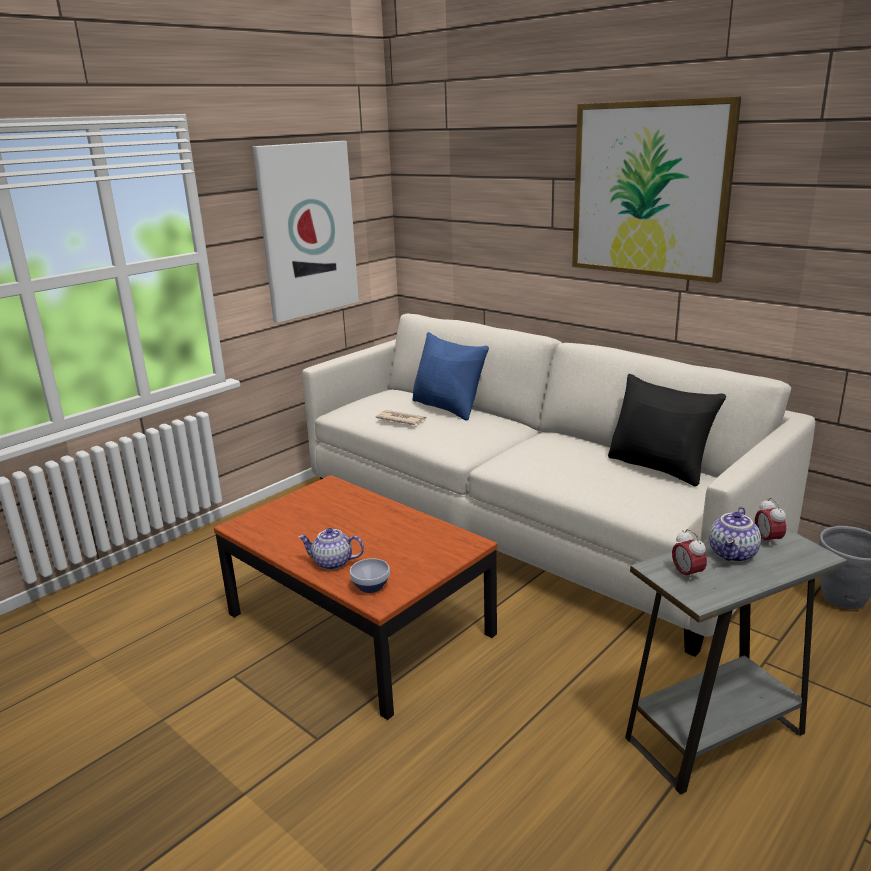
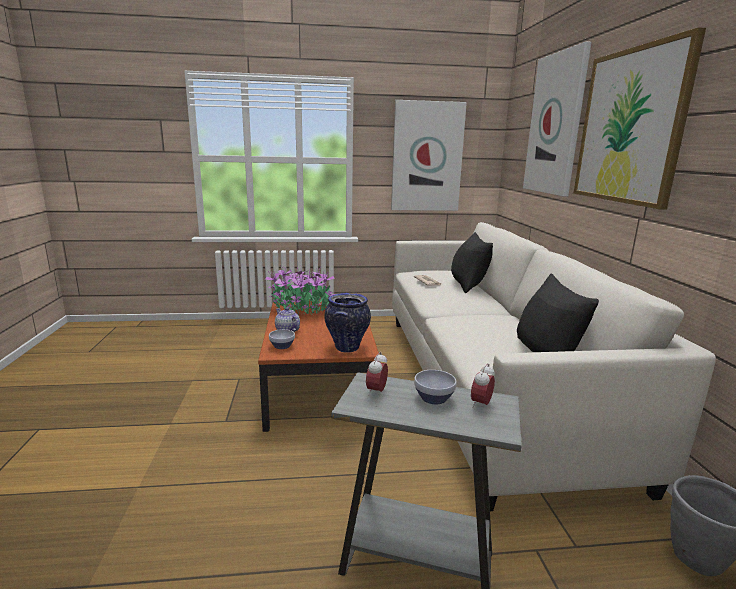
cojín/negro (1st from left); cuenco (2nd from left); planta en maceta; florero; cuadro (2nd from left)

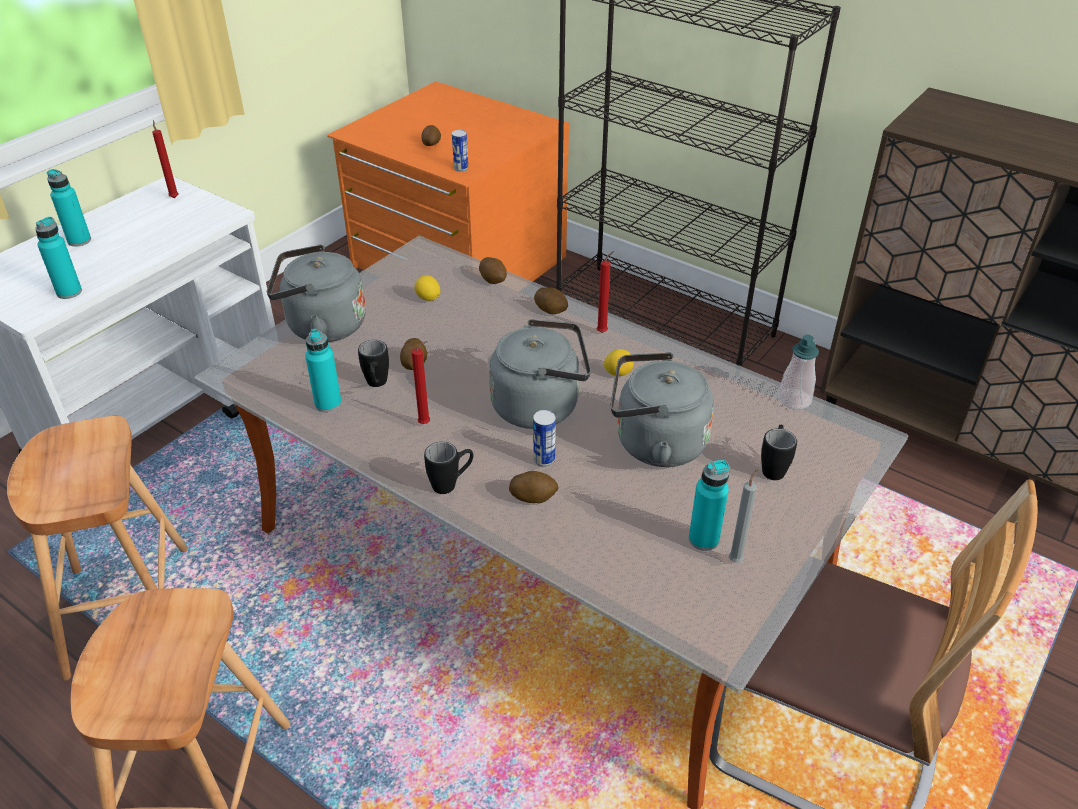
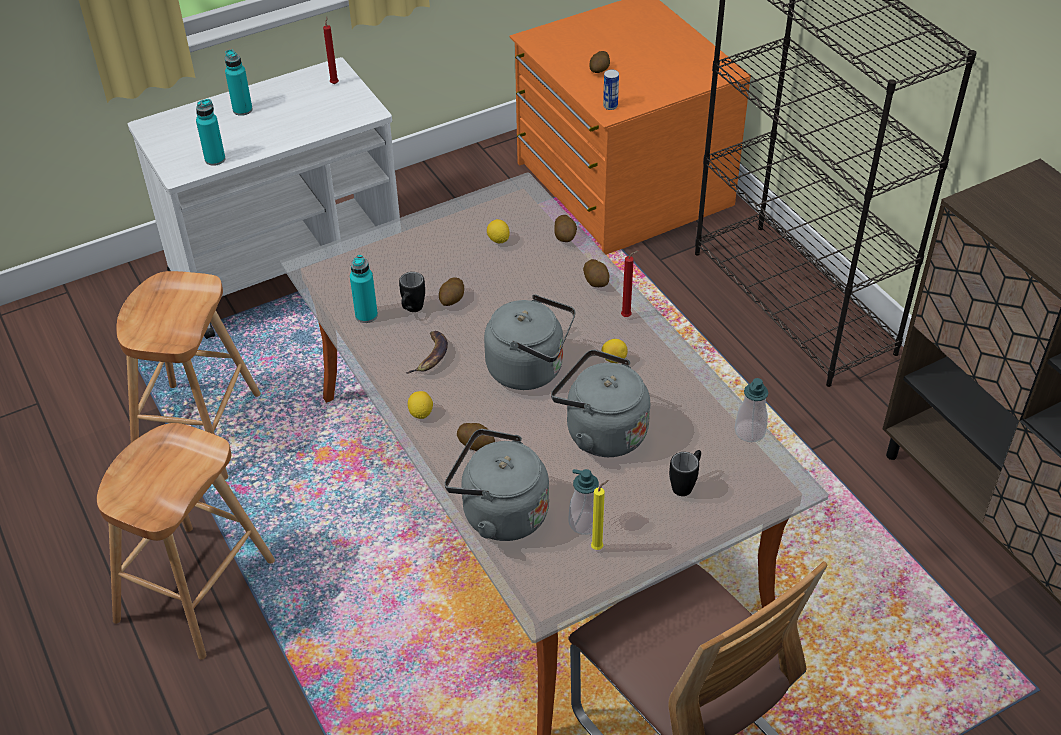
hervidor/gris (1st from left); plátano; limón (1st from left); lata (2nd from left in the first image); dispensador de jabón (1st from left); vela/amarillo

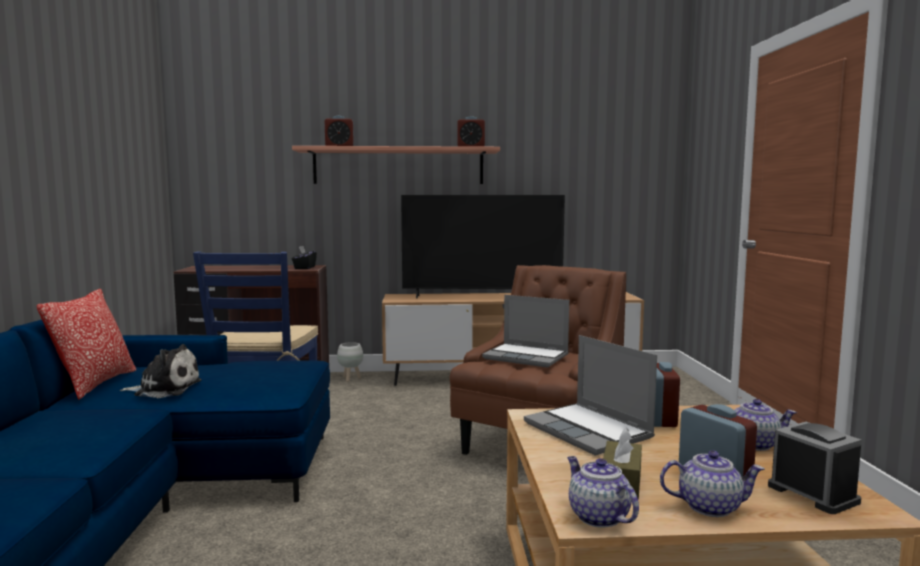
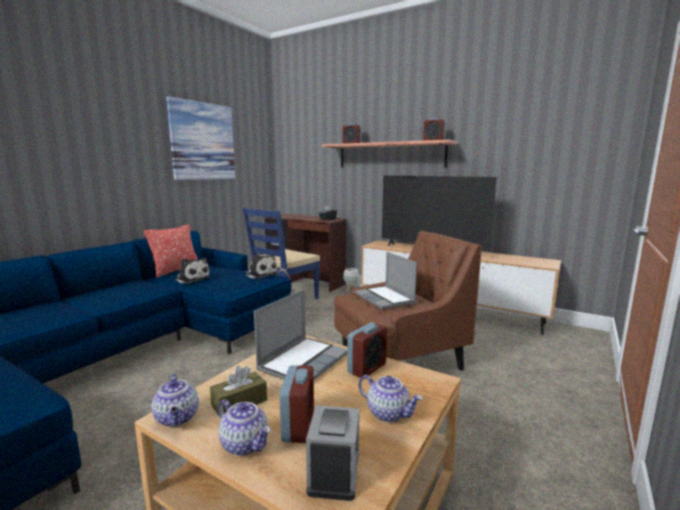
portátil (1st from left); tetera (1st from left); cuadro; peluche (2nd from left)

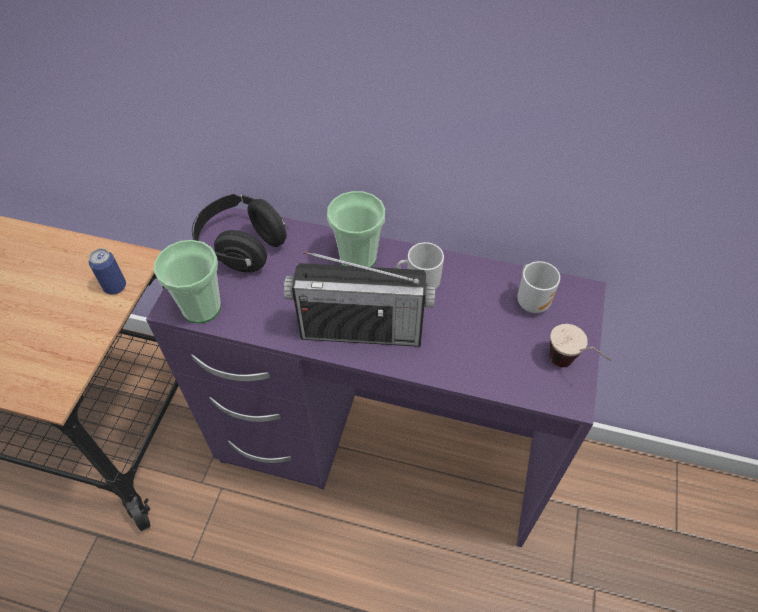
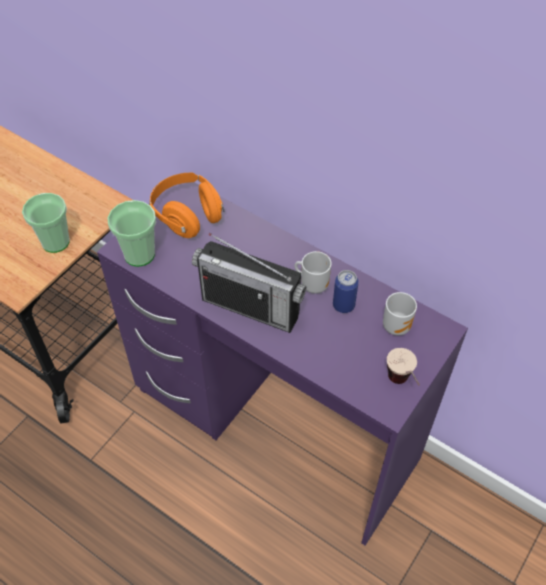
lata; auriculares/naranja; taza (1st from left)

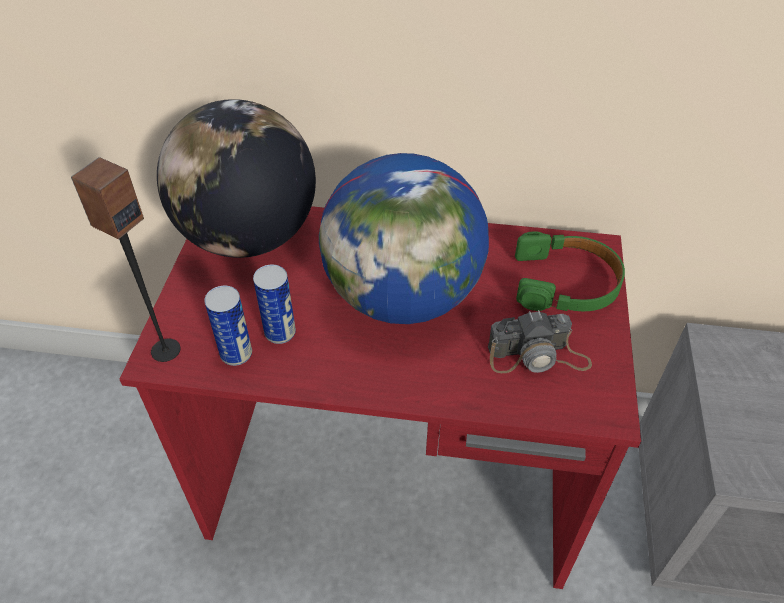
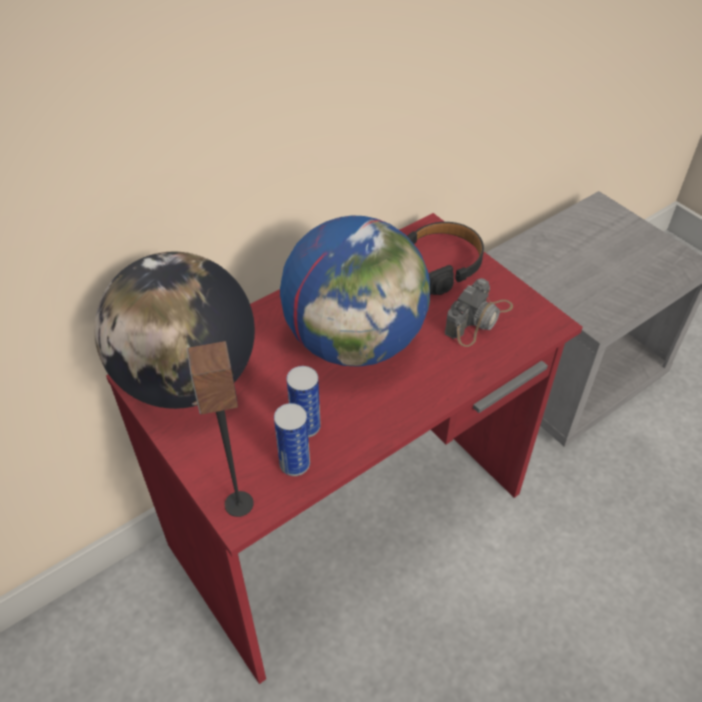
auriculares/negro

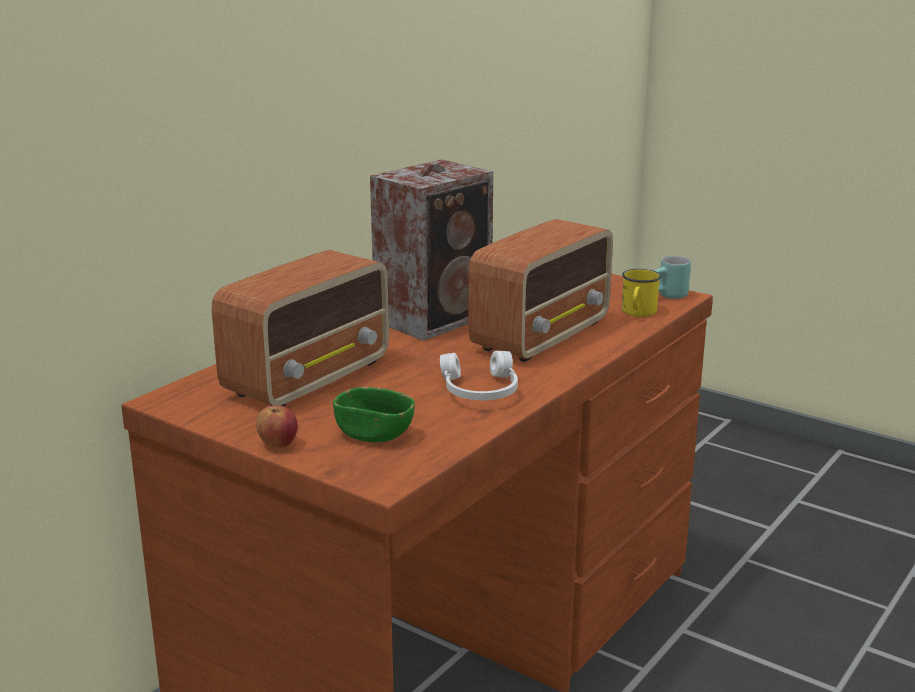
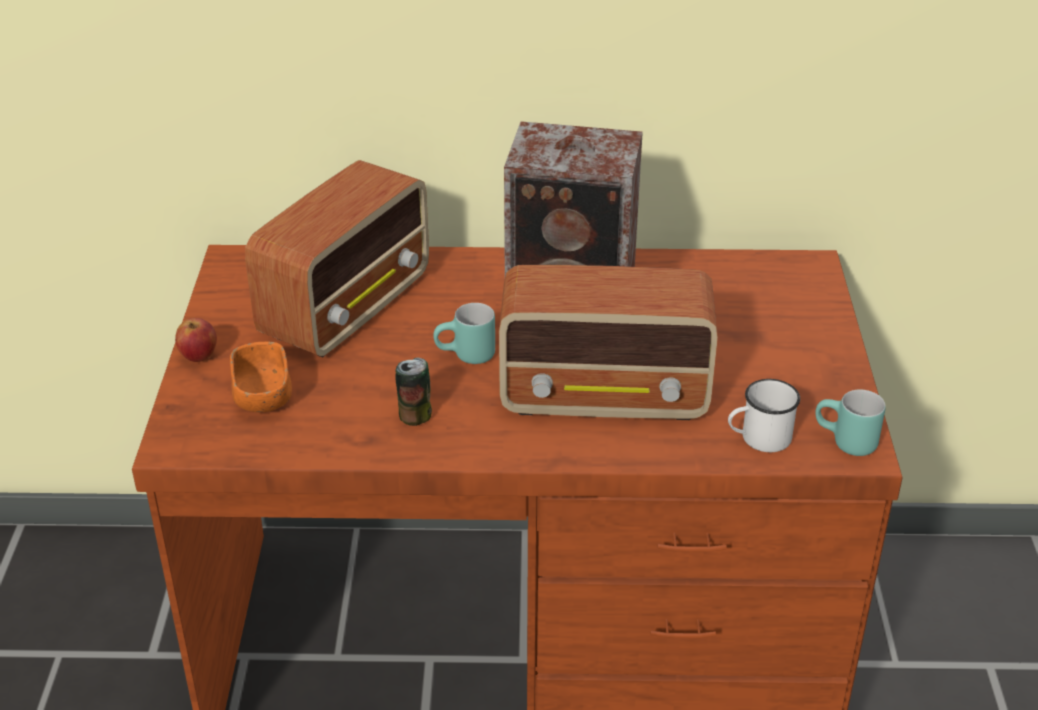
radio (1st from left); cuenco/naranja; lata; taza grande/blanco; taza grande/turquesa (1st from left)

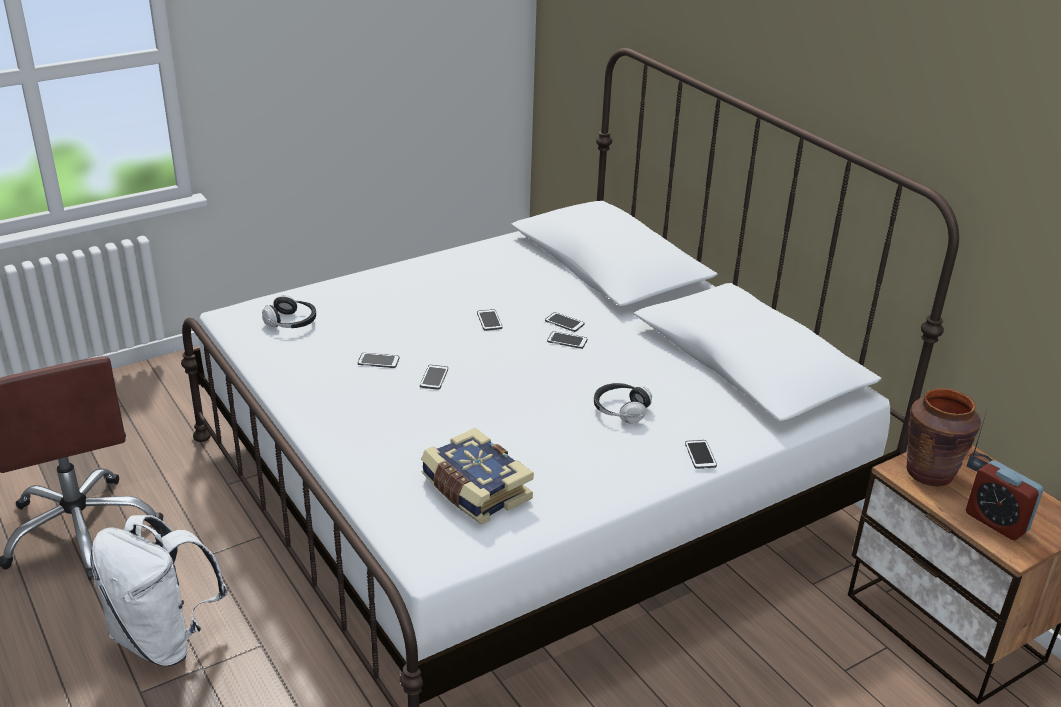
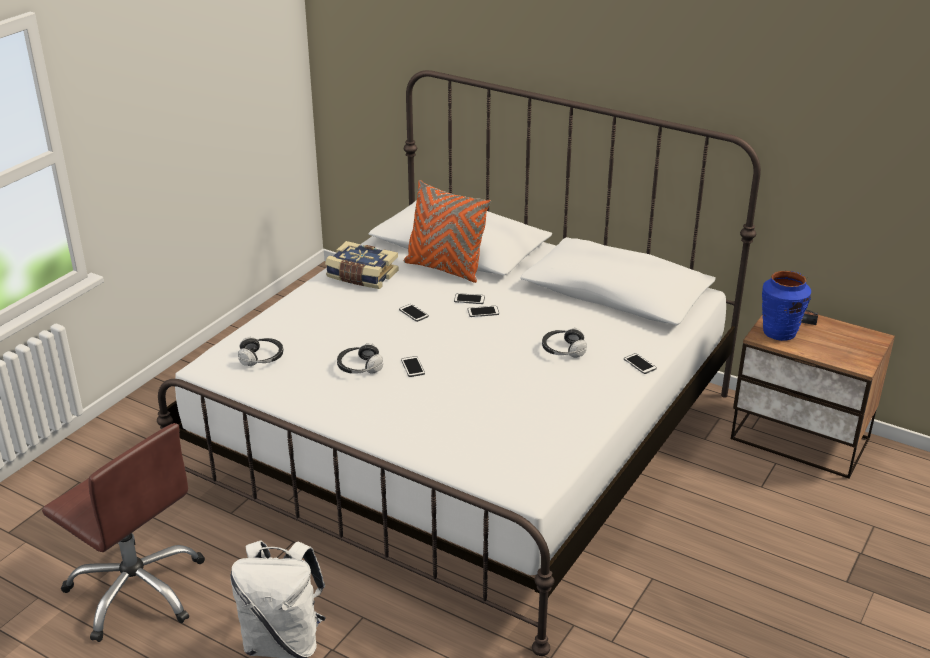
auriculares (2nd from left); libro; florero/azul; despertador; cojín/naranja

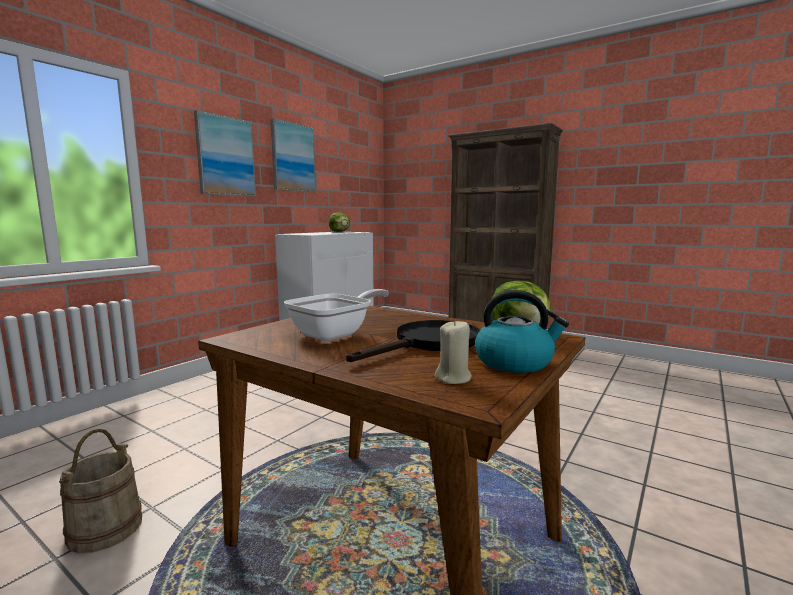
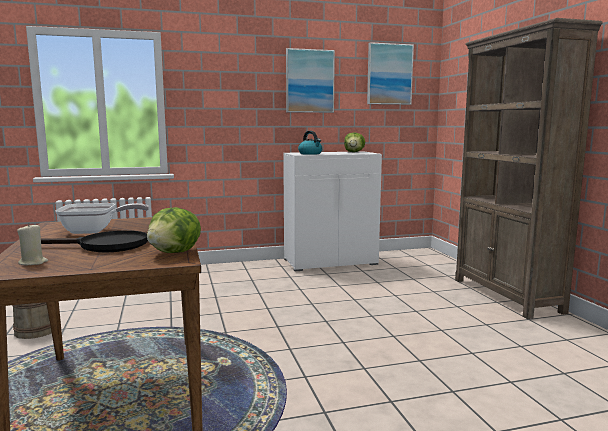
cuadro (2nd from left); hervidor

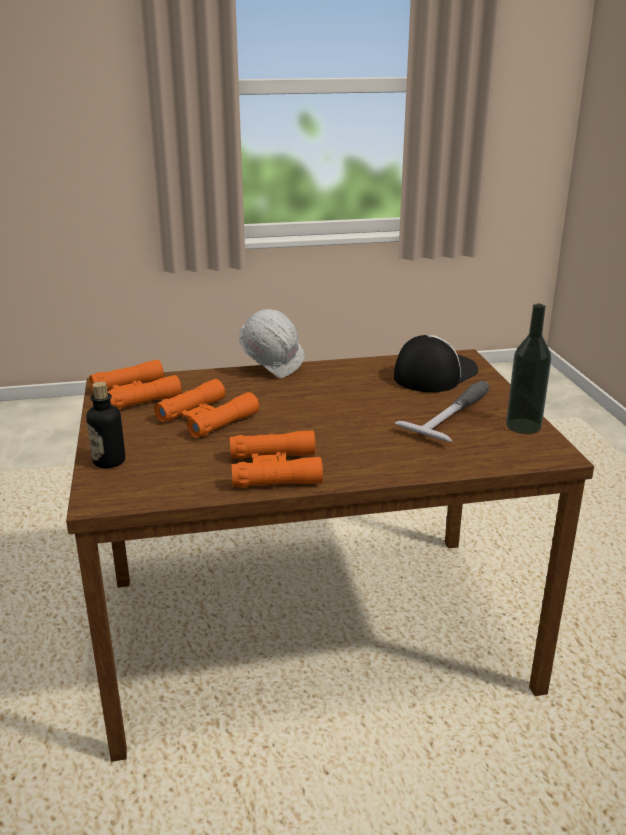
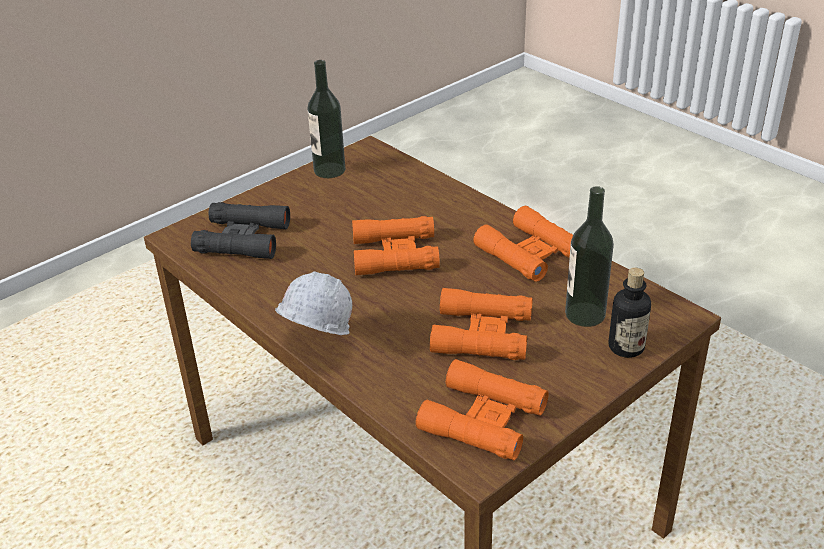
prismáticos/negro; martillo; prismáticos/naranja (1st from left); botella (2nd from left)

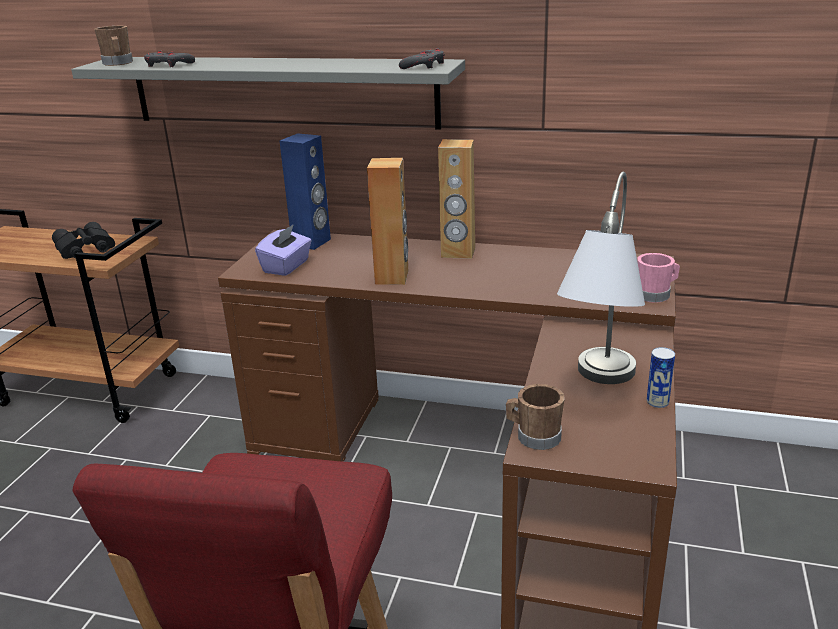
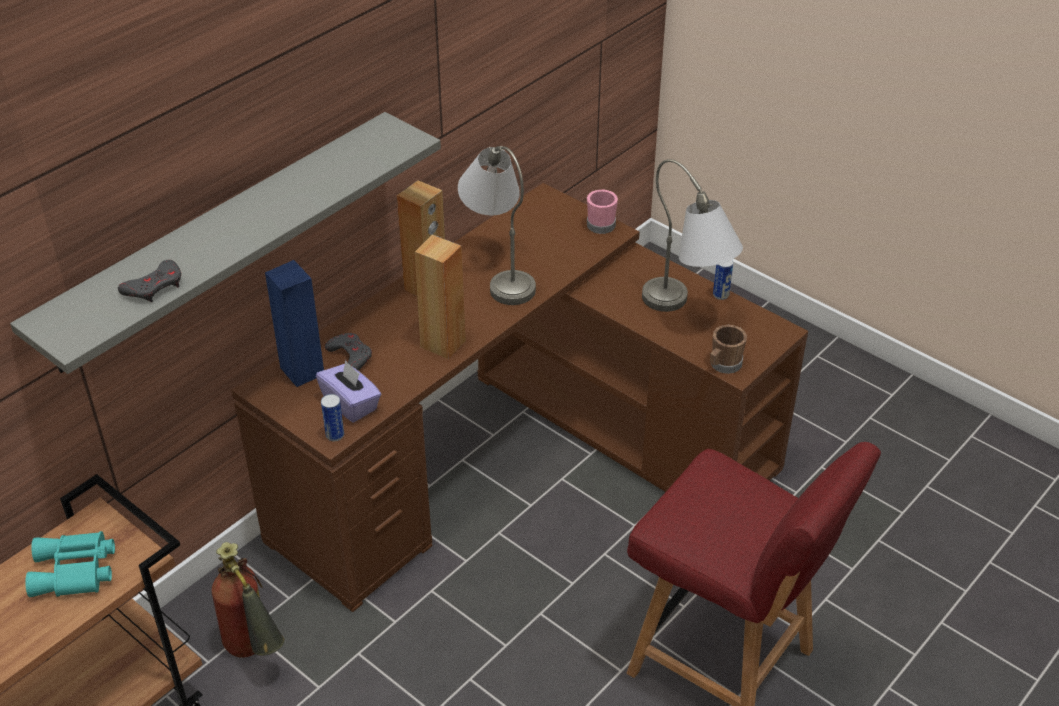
prismáticos/turquesa; taza grande/marrón (1st from left in the first image); mando de consola/gris (2nd from left); extintor; lata (1st from left); lámpara de mesa/gris (1st from left)

